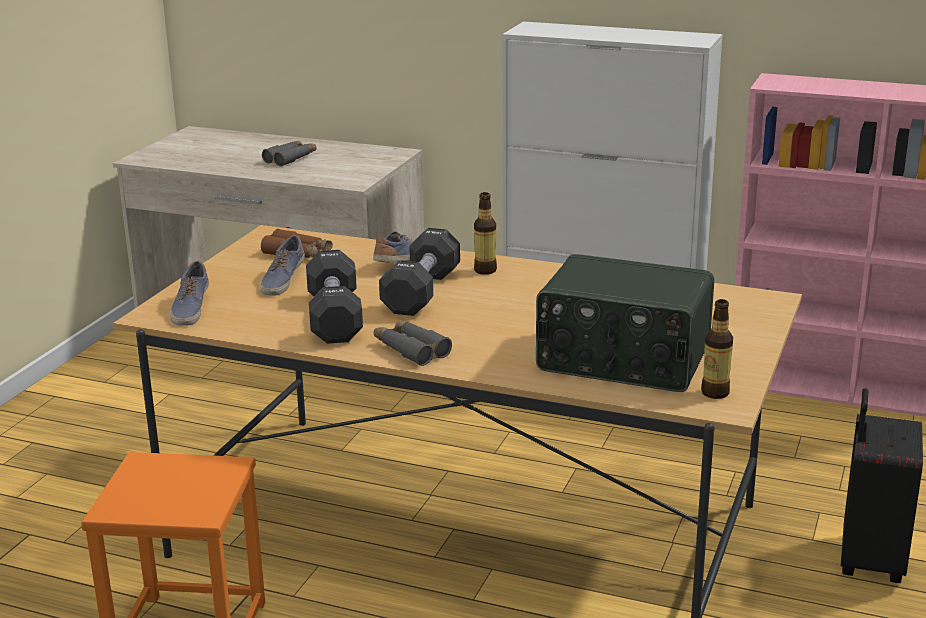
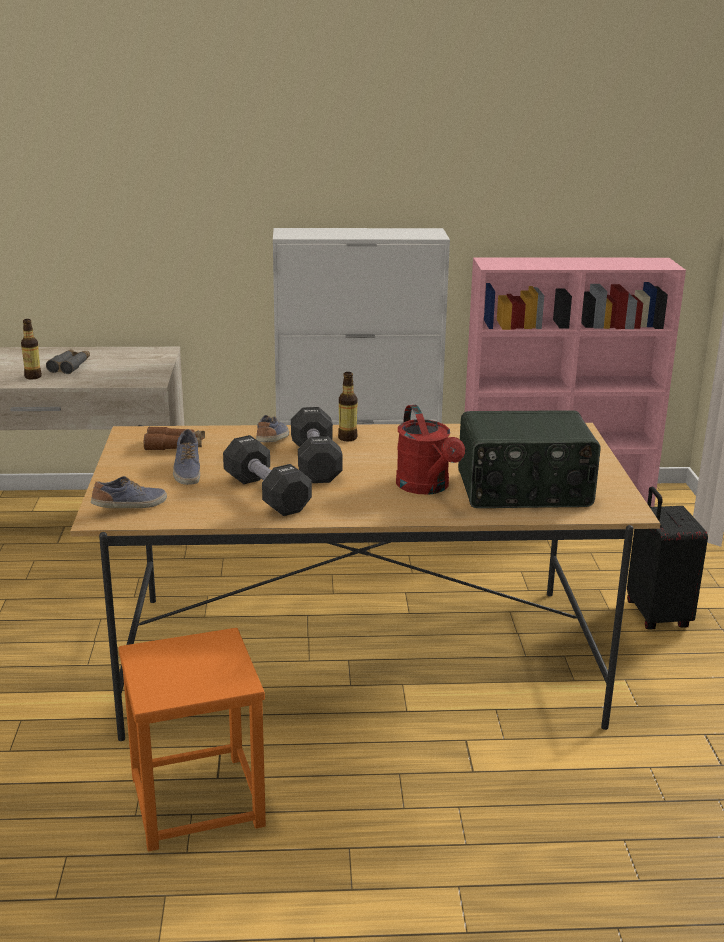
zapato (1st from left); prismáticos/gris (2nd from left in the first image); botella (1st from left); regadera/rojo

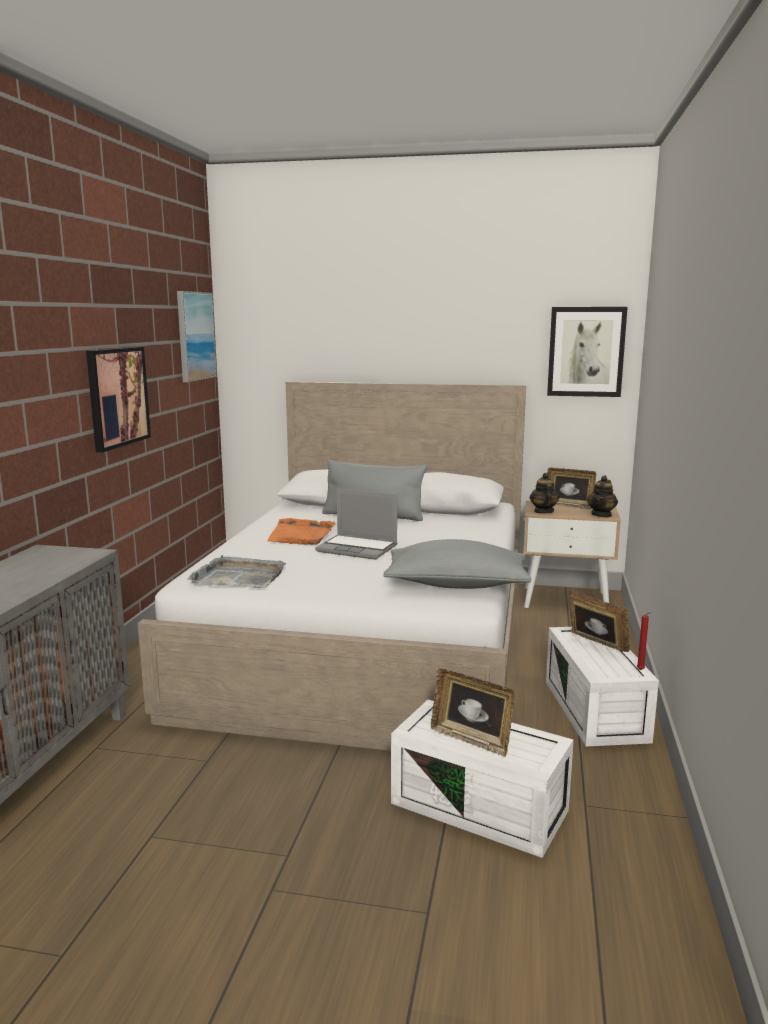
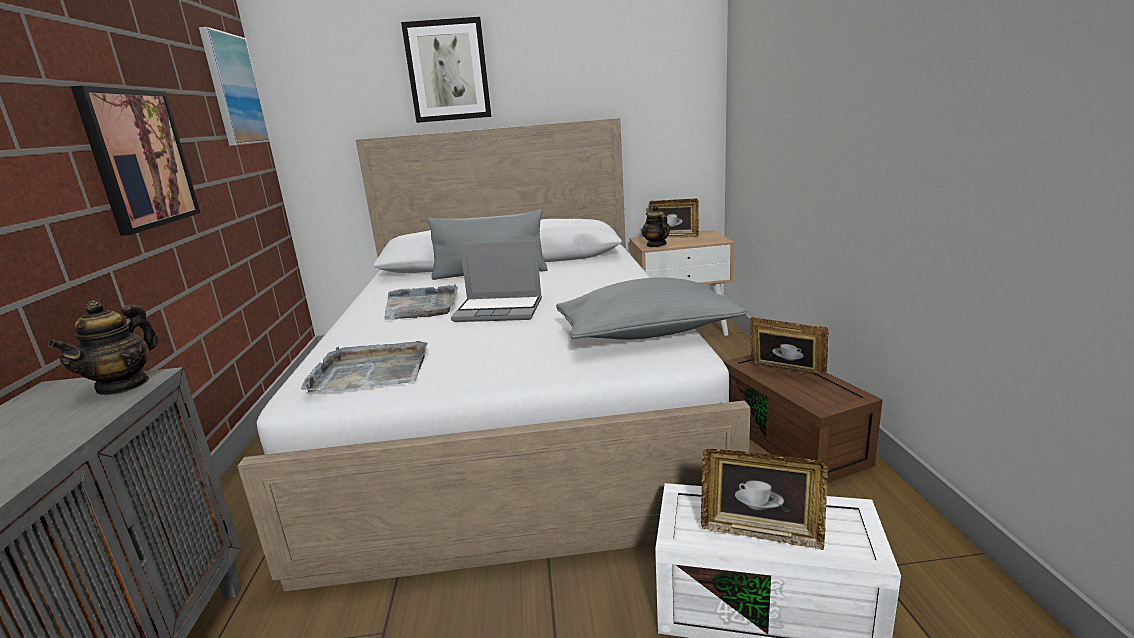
bandeja/gris (2nd from left); caja de almacenaje/marrón; cuadro (3rd from left); tetera (1st from left); vela/rojo

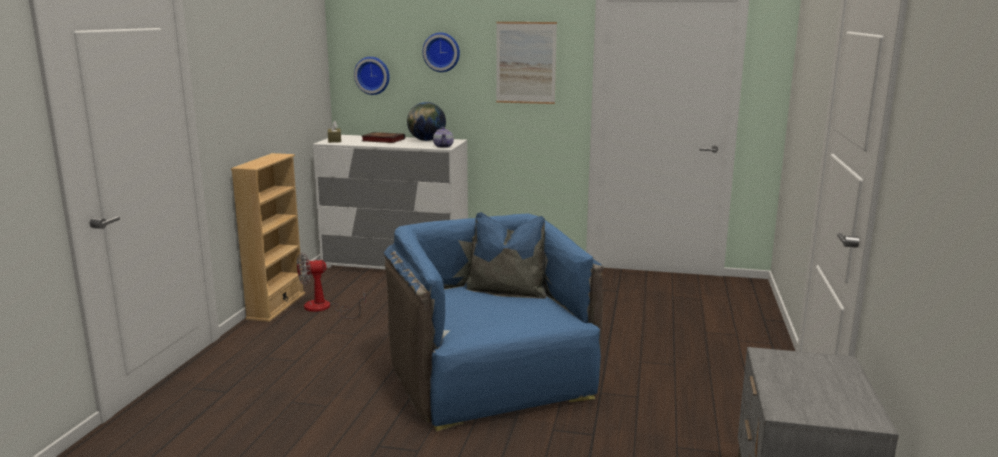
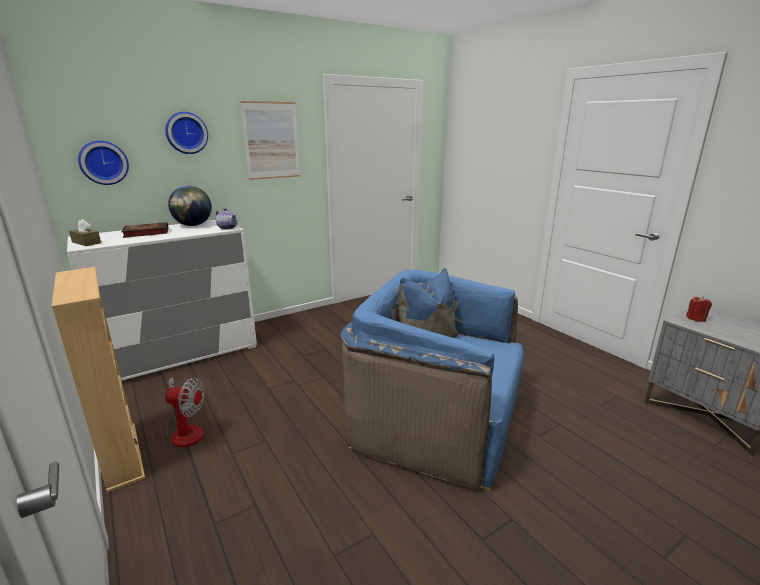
ventilador; vela/rojo

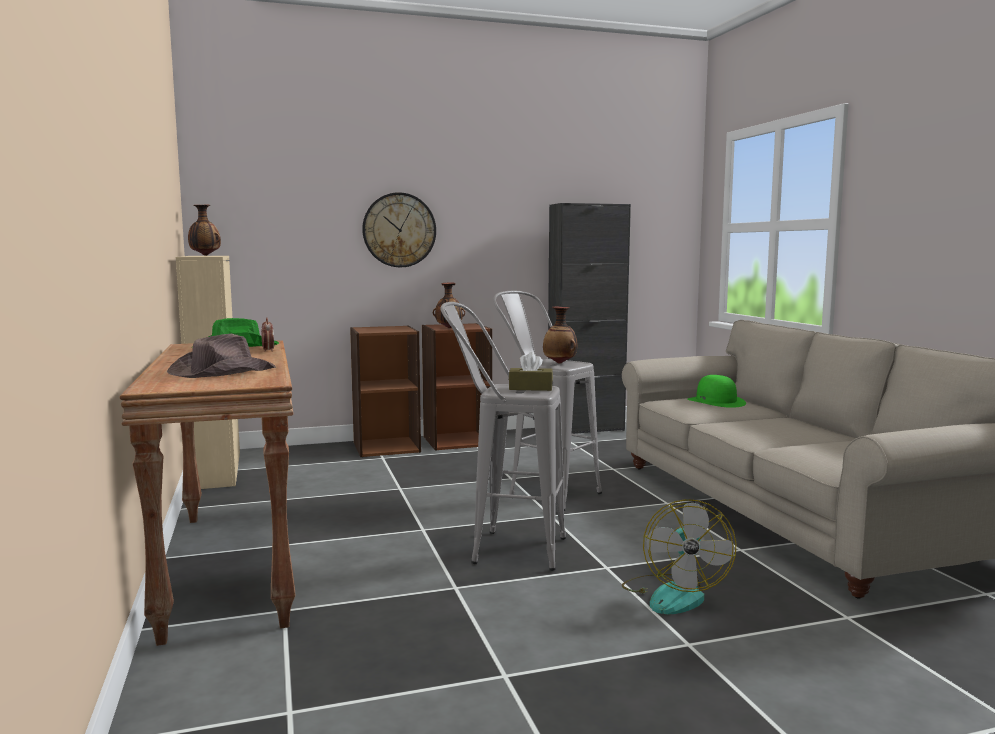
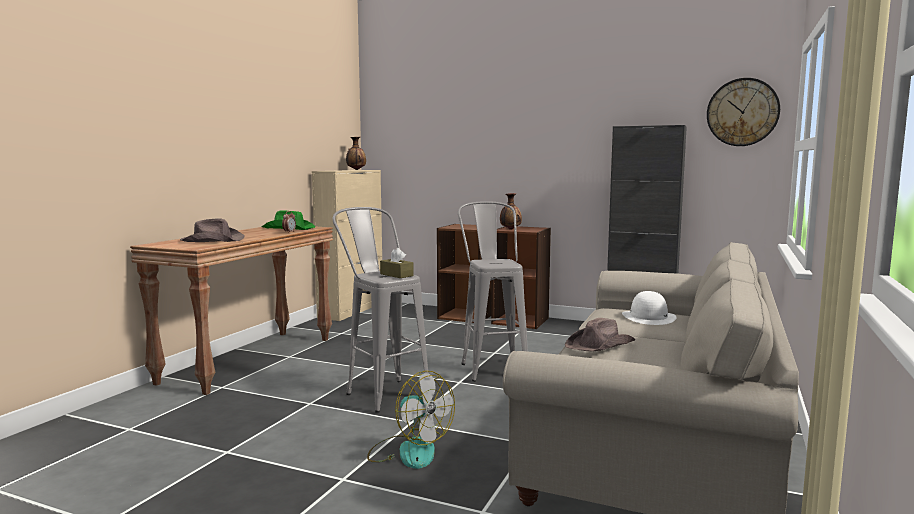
reloj de pared; florero (3rd from left in the first image); ventilador; sombrero/blanco; sombrero/marrón (2nd from left)

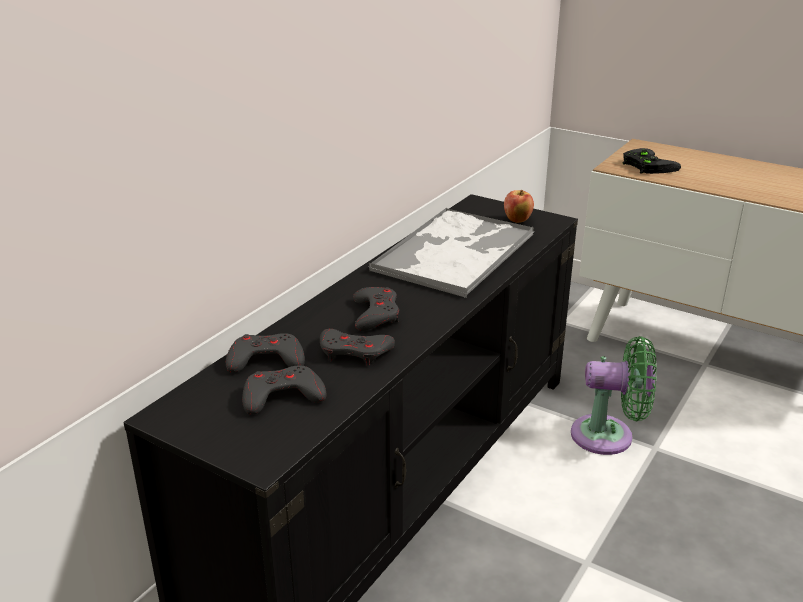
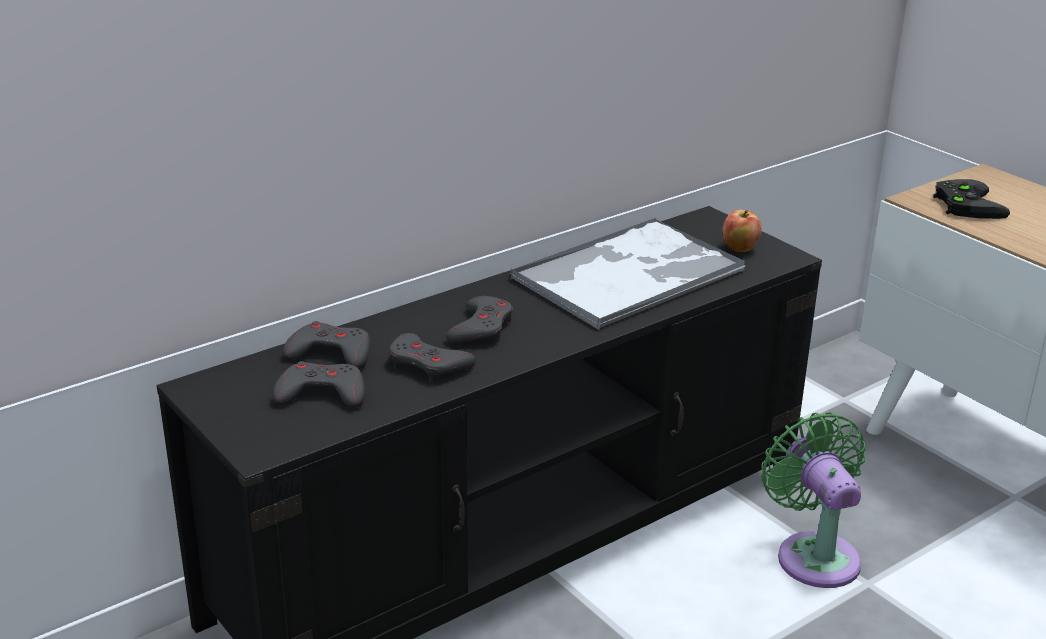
ventilador/verde

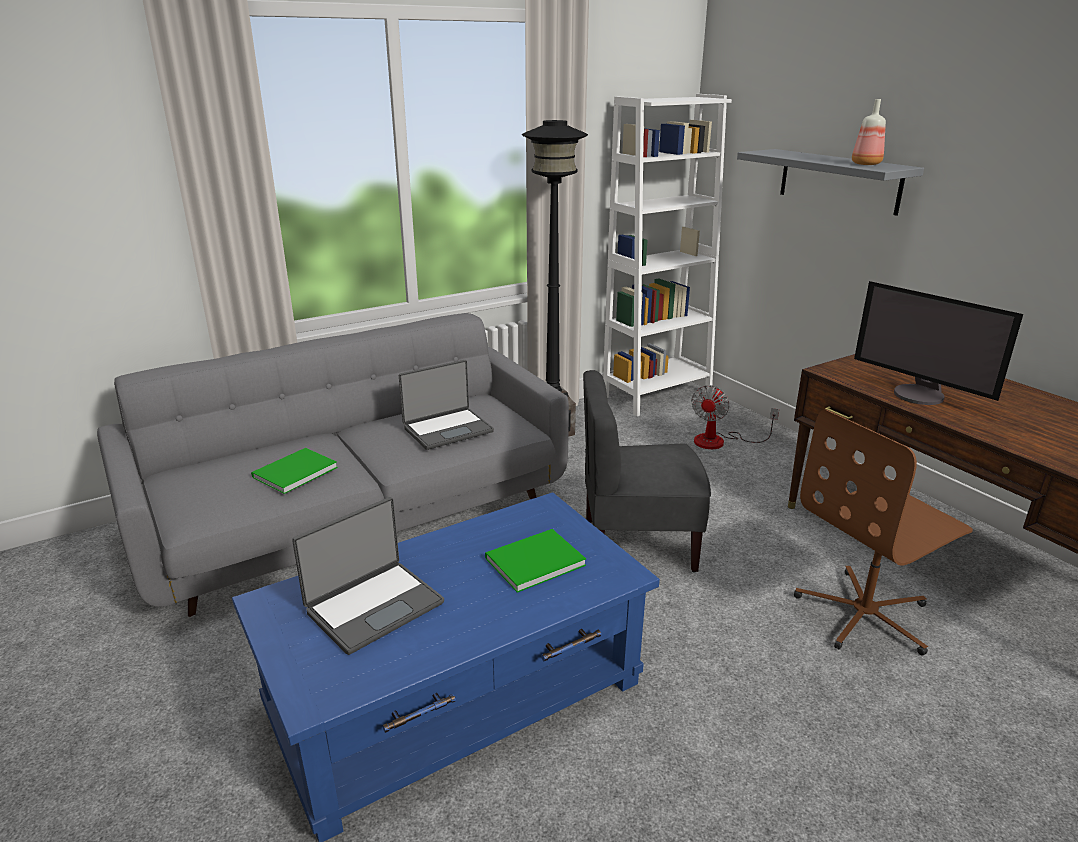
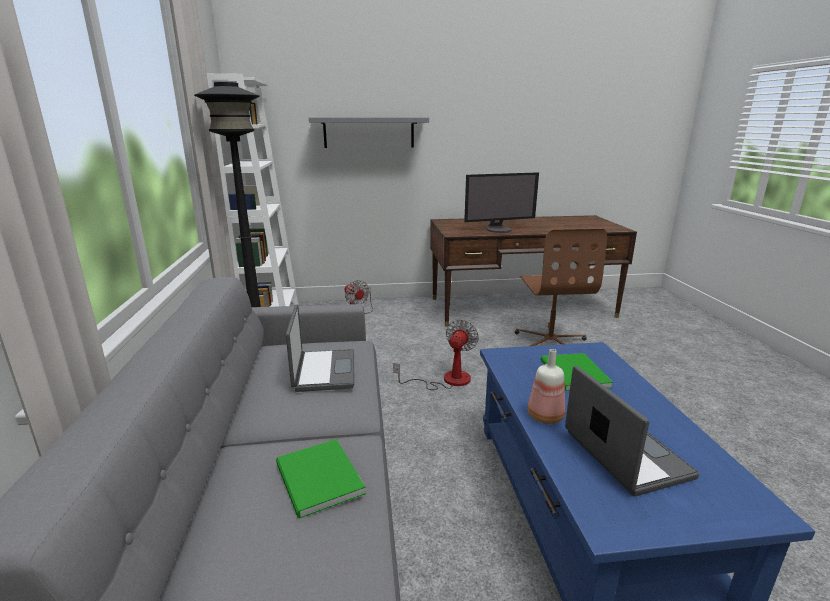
ventilador (2nd from left); botella

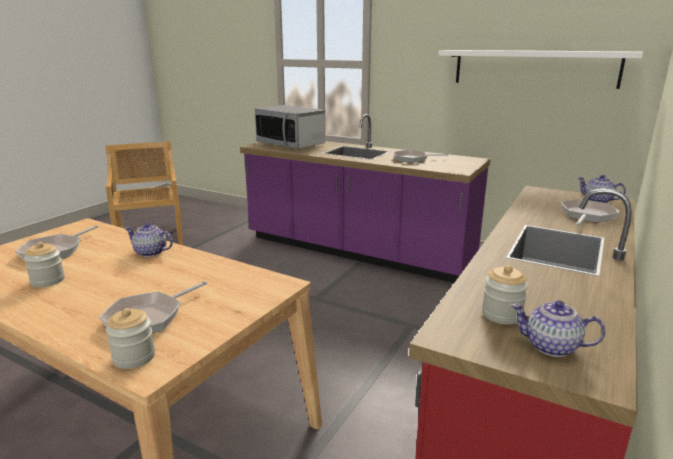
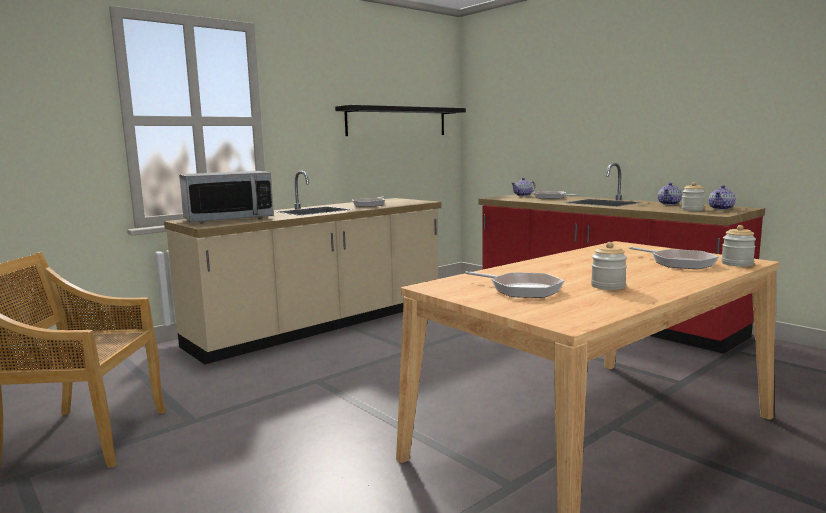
tetera (2nd from left); mueble bajo de cocina/beis; estante/negro

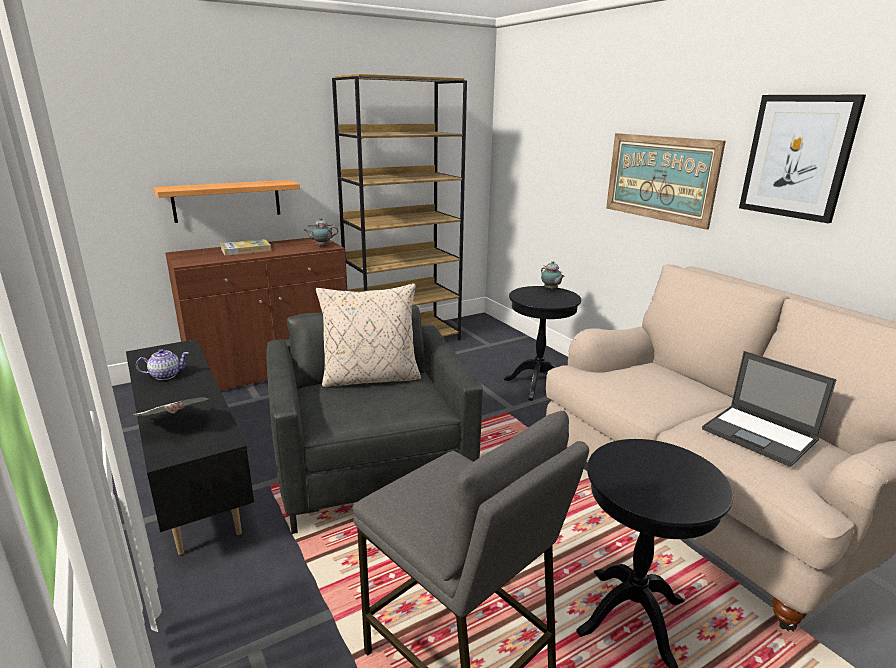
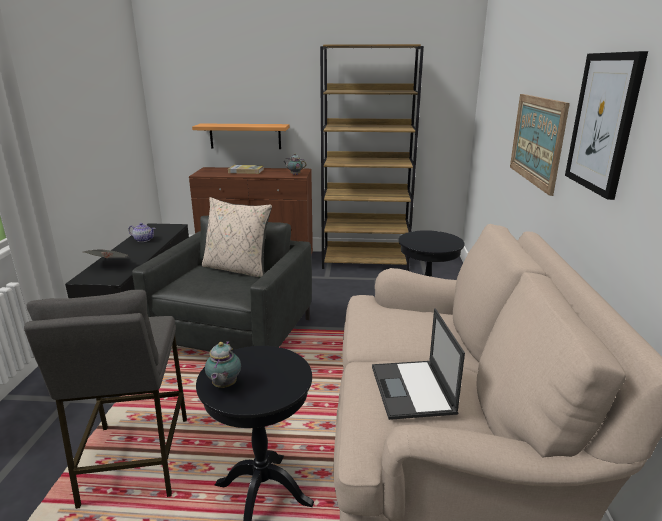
tetera (2nd from left)

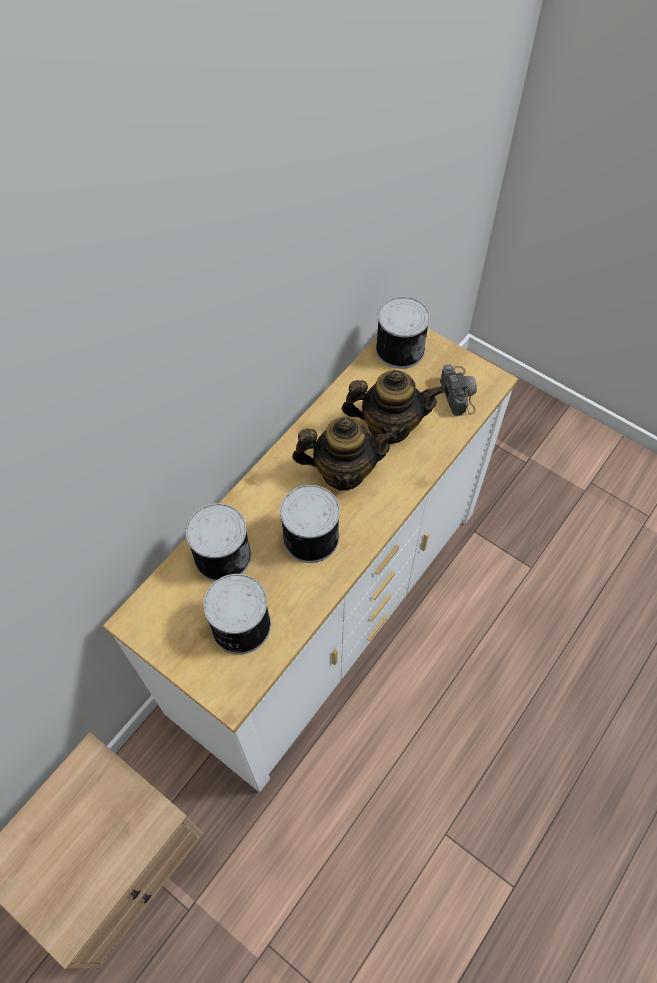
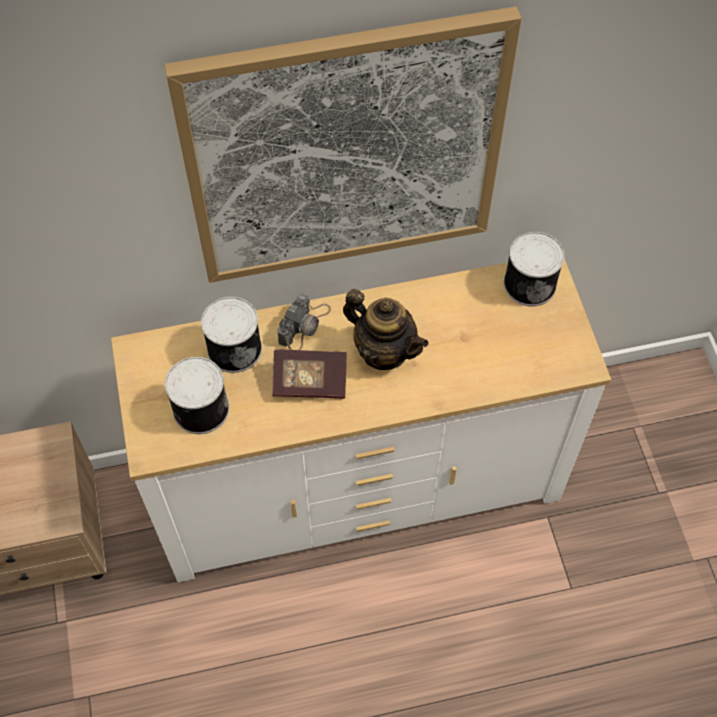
libro; tetera (2nd from left in the first image); cámara; cuadro

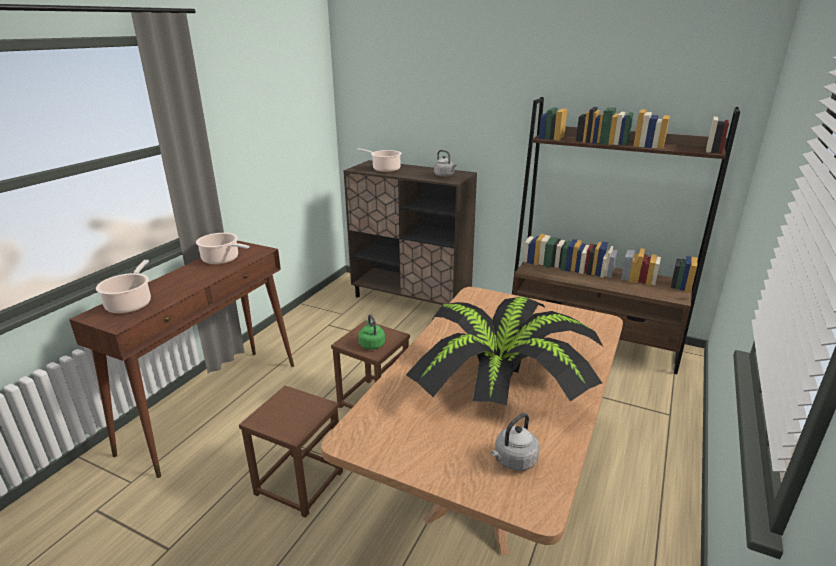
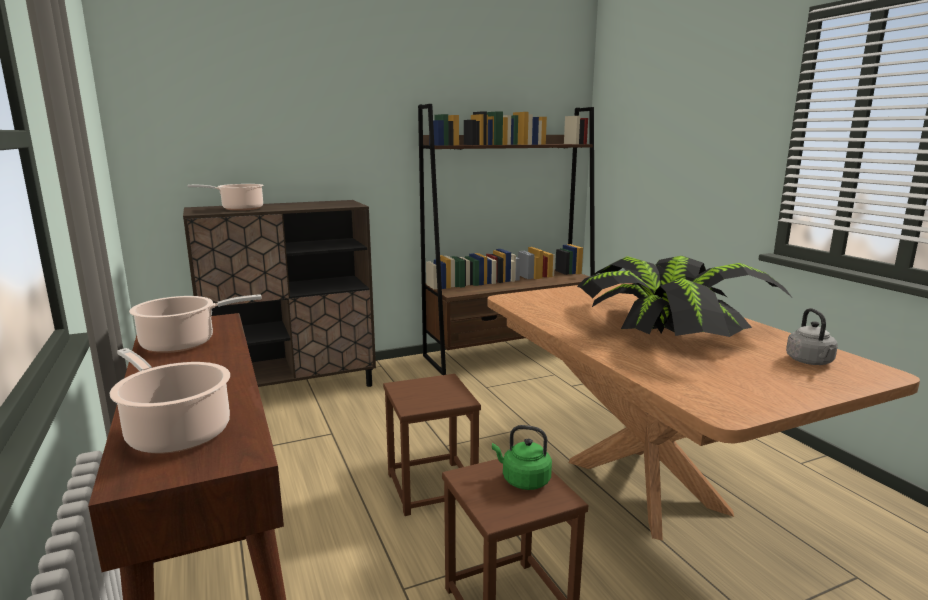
hervidor/verde; hervidor/gris (1st from left in the first image)

